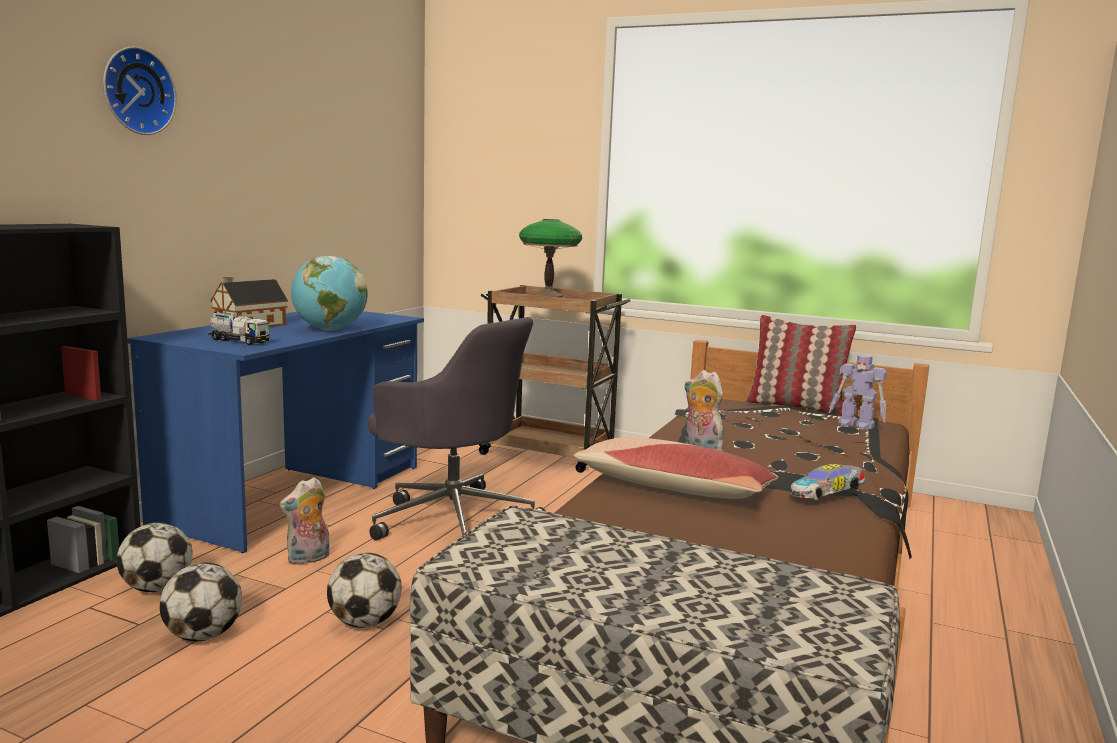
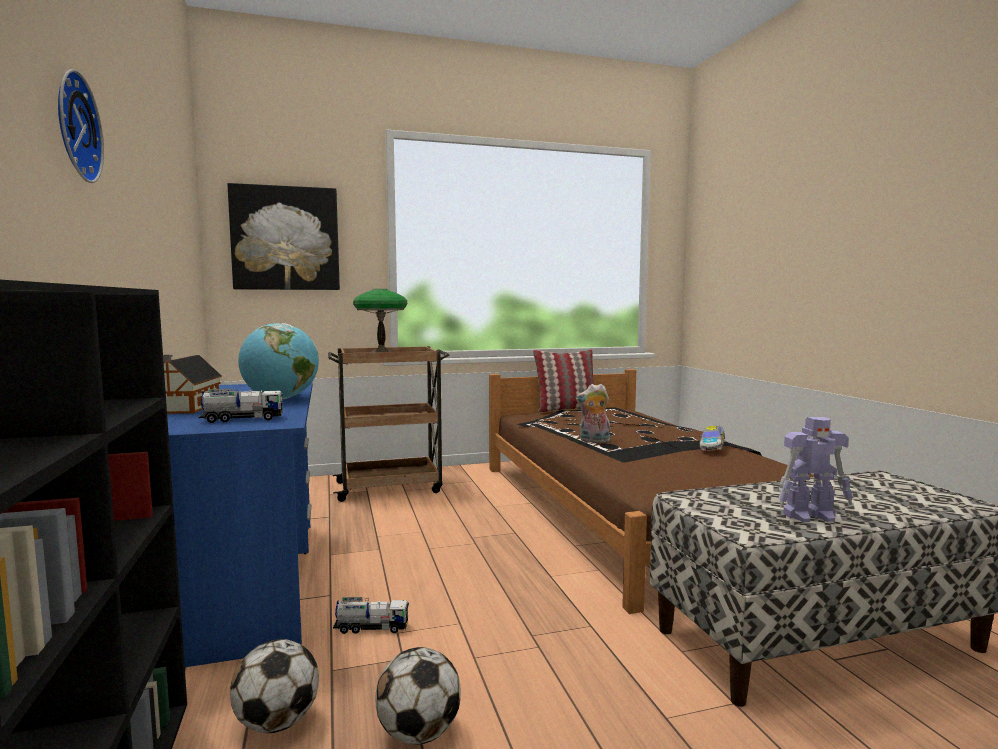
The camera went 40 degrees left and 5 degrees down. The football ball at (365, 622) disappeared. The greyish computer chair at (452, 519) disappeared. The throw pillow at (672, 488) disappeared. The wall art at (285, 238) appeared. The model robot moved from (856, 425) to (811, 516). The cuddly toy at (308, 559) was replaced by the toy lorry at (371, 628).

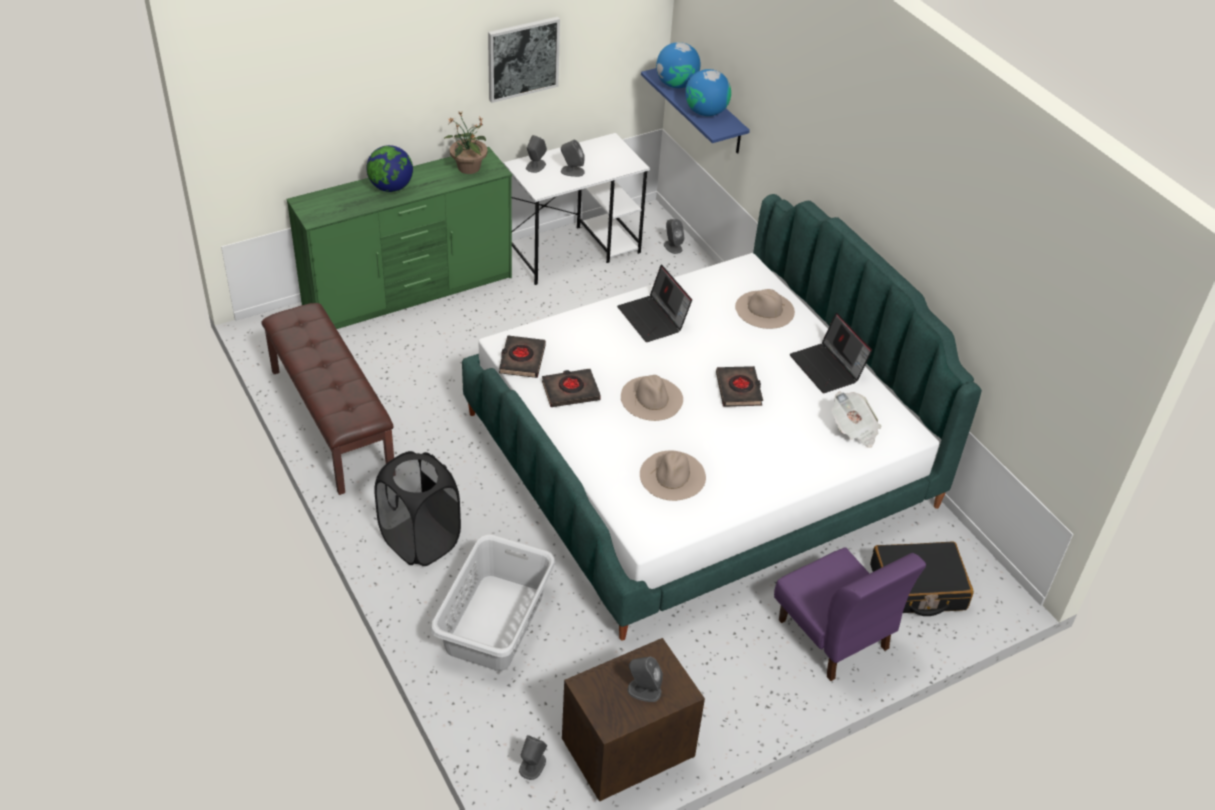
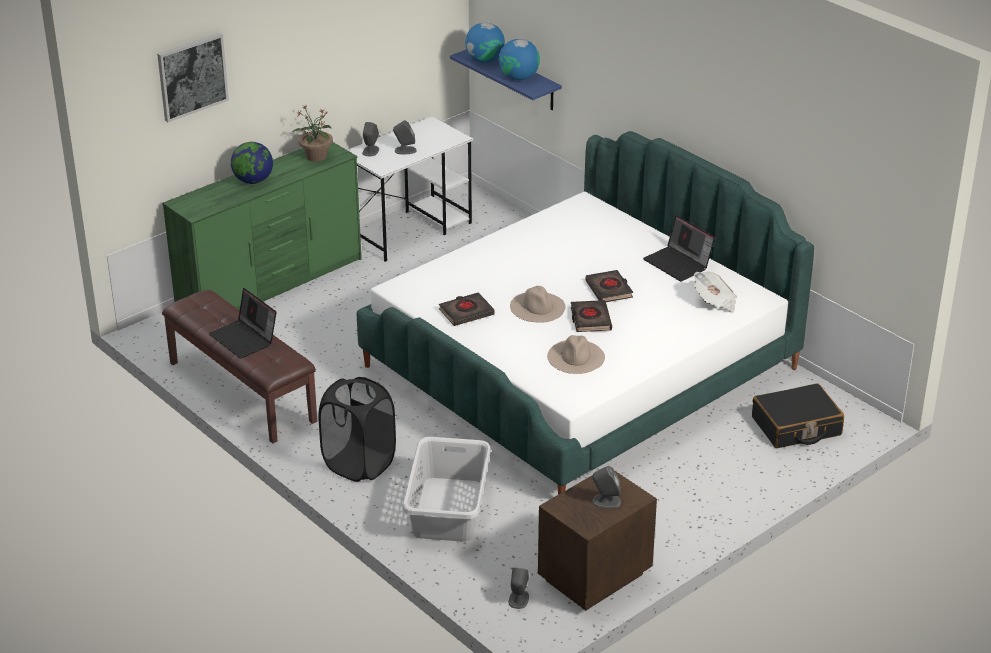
The camera went 10 degrees left and 10 degrees down. The greyish loudspeaker at (672, 246) disappeared. The sand-coloured hat at (764, 309) disappeared. The purplish chair at (833, 635) disappeared. The wall art moved from (522, 58) to (192, 76). The black bound book moved from (521, 360) to (590, 319). The notebook computer moved from (653, 319) to (245, 339).

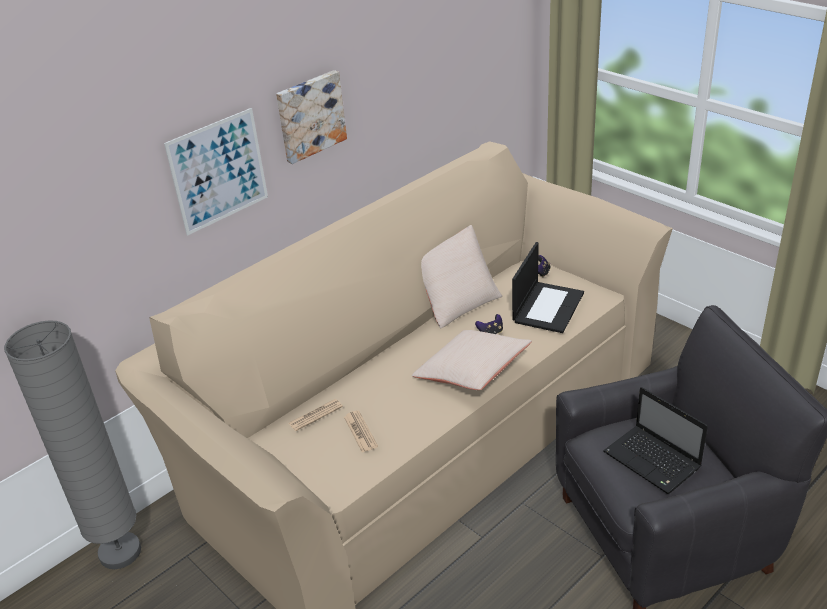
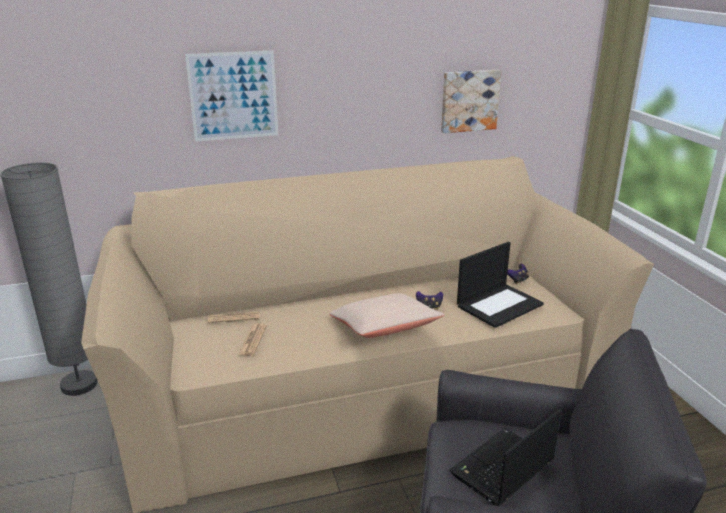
The camera went 25 degrees right and 10 degrees down. The sand-coloured throw pillow at (457, 302) disappeared. The wall art moved from (310, 115) to (469, 100). The notebook computer at (653, 461) turned 60 degrees clockwise.

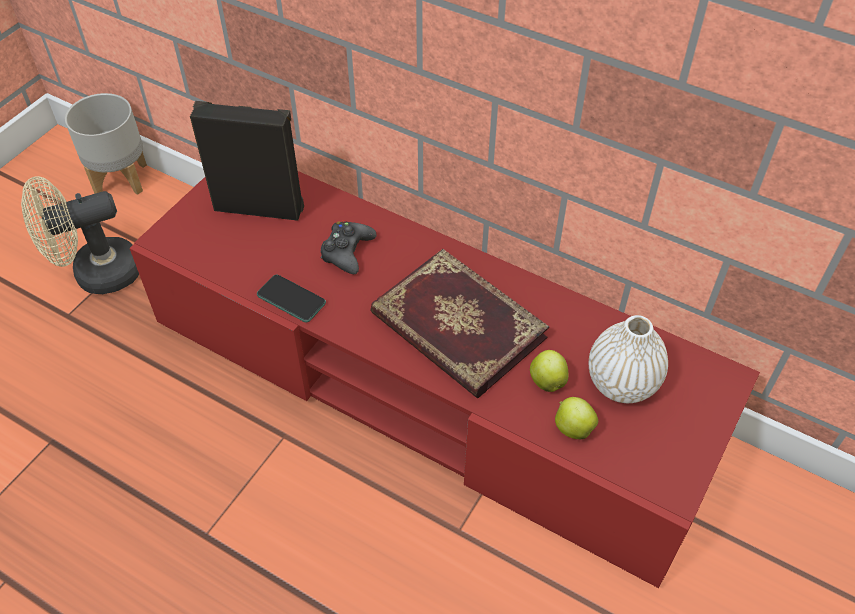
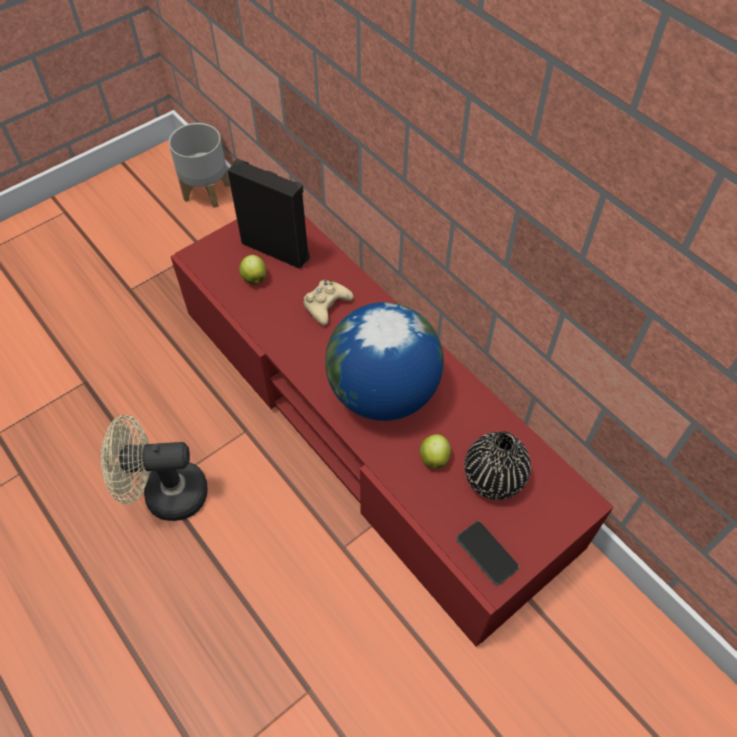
The camera went 20 degrees right and 5 degrees up. The sand-coloured cooling fan moved from (96, 274) to (165, 494). The handset moved from (291, 299) to (487, 553). The whole apple moved from (572, 428) to (254, 278). The bound book at (456, 327) was replaced by the world globe at (382, 392). The black gamepad at (347, 252) became the sand-coloured gamepad at (326, 305). The white flower vase at (622, 383) became the black flower vase at (493, 479).

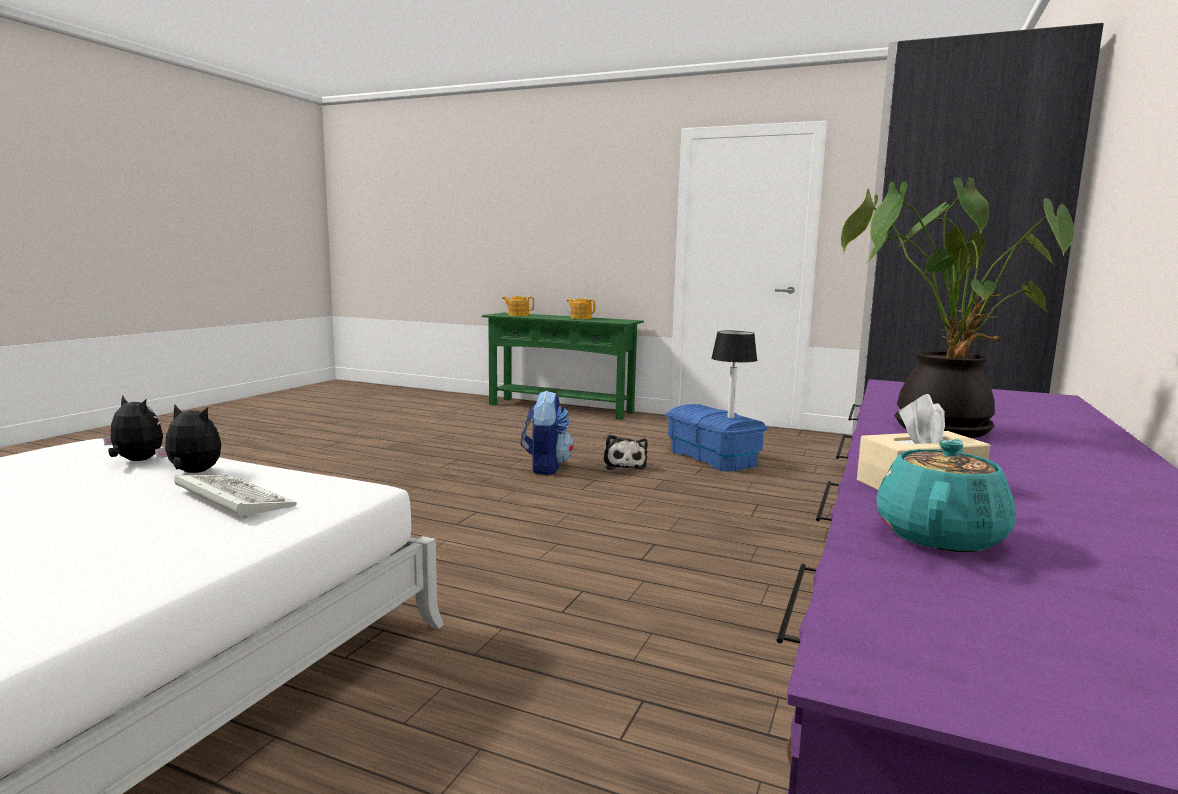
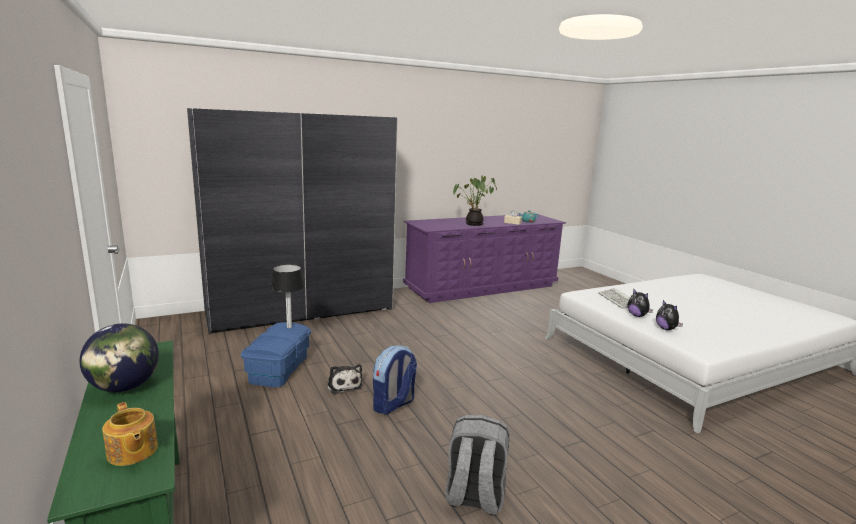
The camera went 140 degrees left and 5 degrees up. The greyish backpack at (474, 497) appeared. The teapot at (580, 318) was replaced by the world globe at (124, 387). The cuddly toy at (624, 465) turned 120 degrees clockwise.

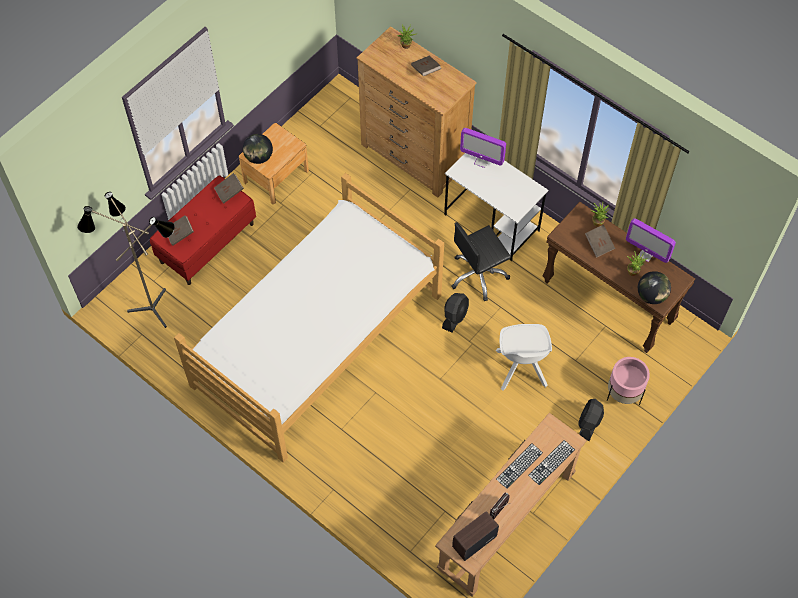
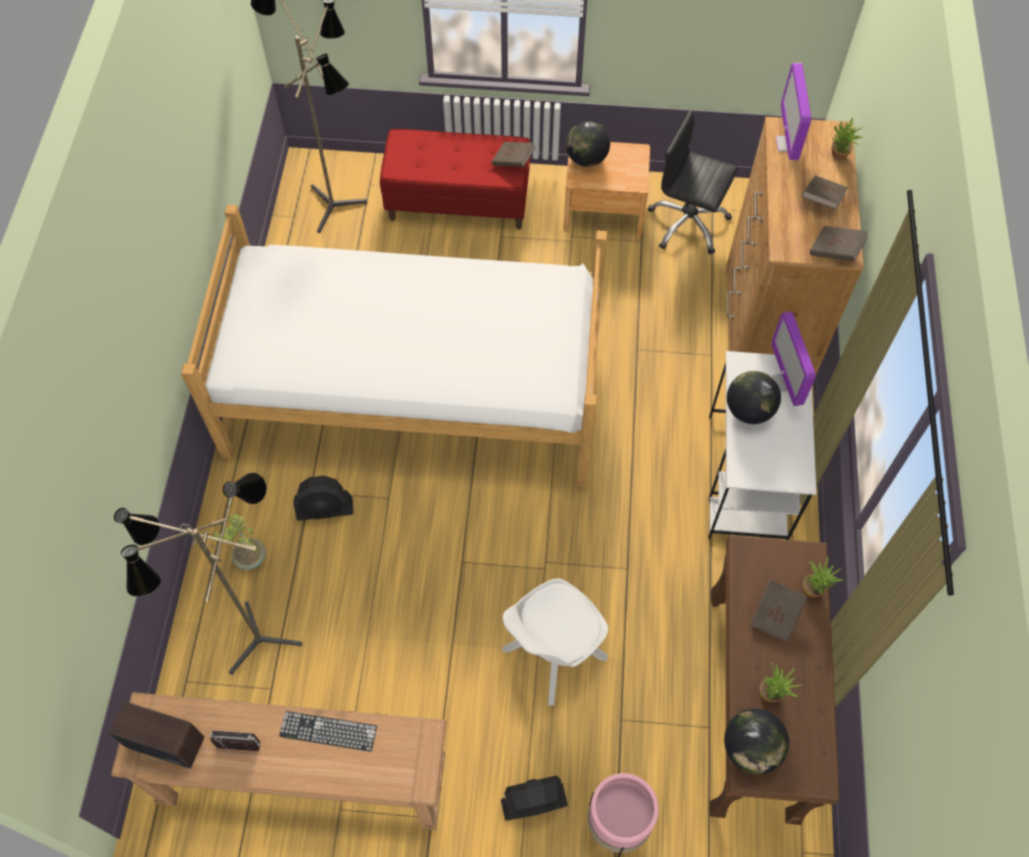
The camera went 55 degrees right and 0 degrees up. The keyboard at (551, 462) disappeared. The floor lamp at (252, 636) appeared. The plant in a pot at (250, 558) appeared. The world globe at (749, 410) appeared. The brown-coloured bound book moved from (180, 234) to (835, 251). The black cooling fan moved from (455, 317) to (325, 509). The black computer chair moved from (478, 275) to (688, 224). The monitor moved from (646, 254) to (788, 144).

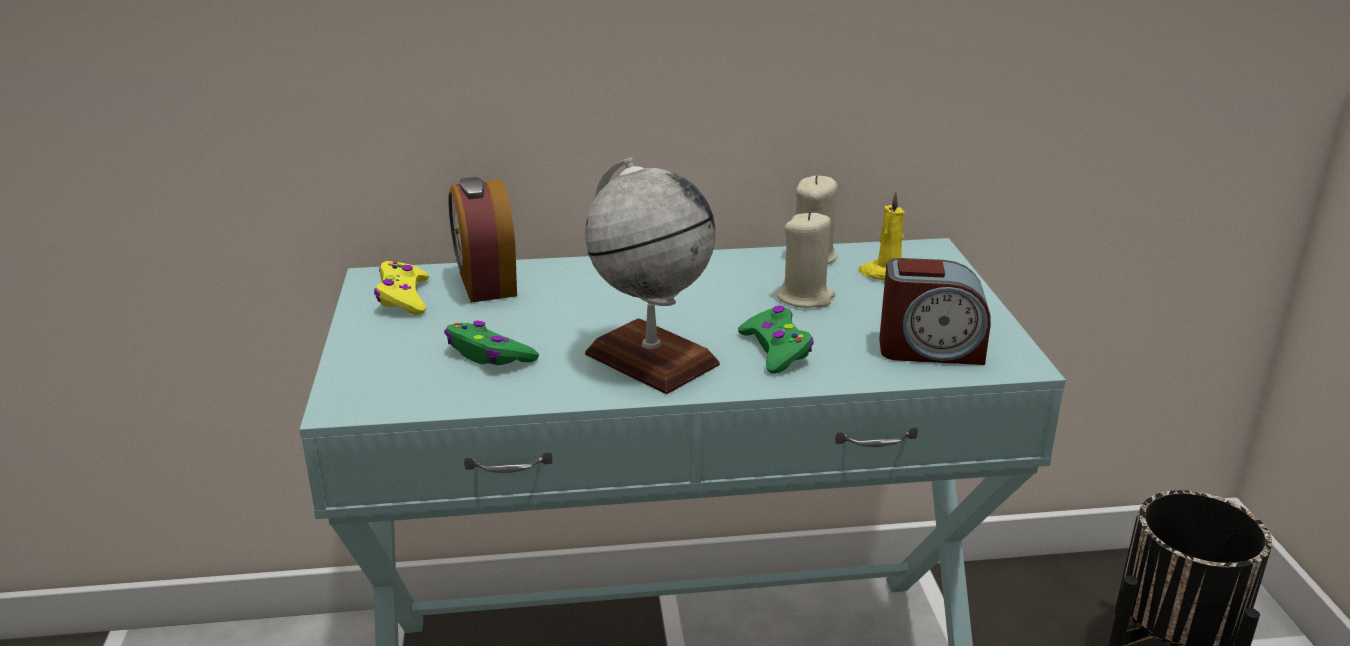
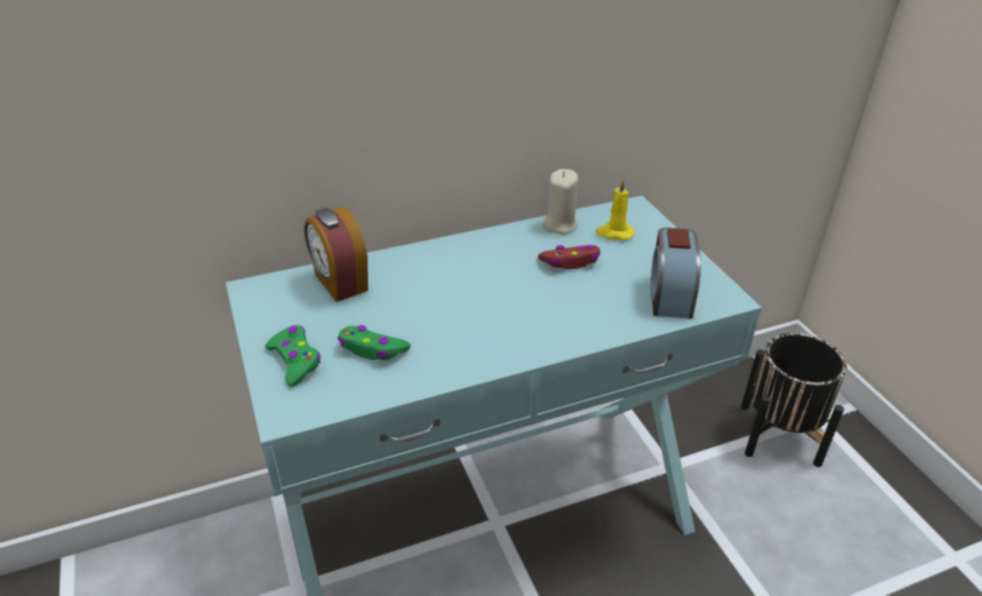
The camera went 15 degrees left and 10 degrees up. The yellow-coloured gamepad at (403, 298) disappeared. The world globe at (651, 359) disappeared. The green gamepad moved from (776, 350) to (295, 361). The sand-coloured wax candle at (805, 297) was replaced by the red-coloured gamepad at (571, 262). The table clock at (930, 349) turned 105 degrees clockwise.

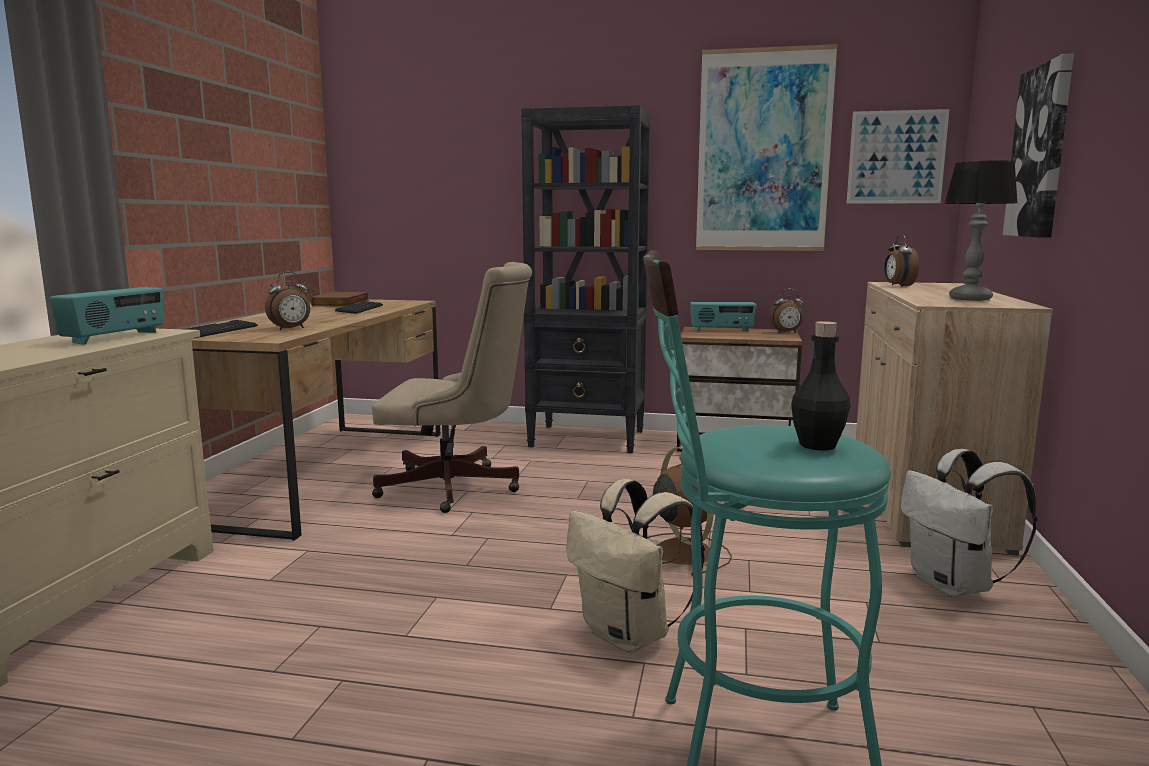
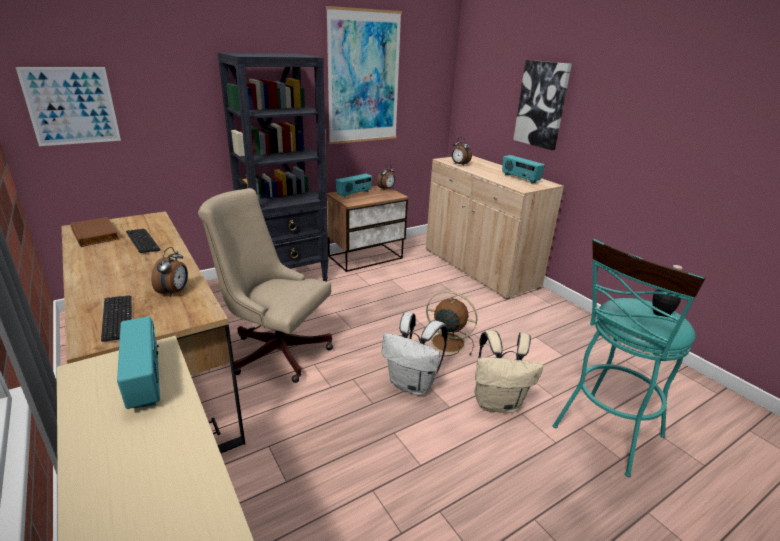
The camera went 45 degrees left and 15 degrees up. The wall art moved from (896, 157) to (72, 106). The white backpack moved from (954, 586) to (413, 384). The table lamp at (971, 299) was replaced by the radio at (520, 178). The sand-coloured computer chair at (457, 488) turned 120 degrees counterclockwise.

